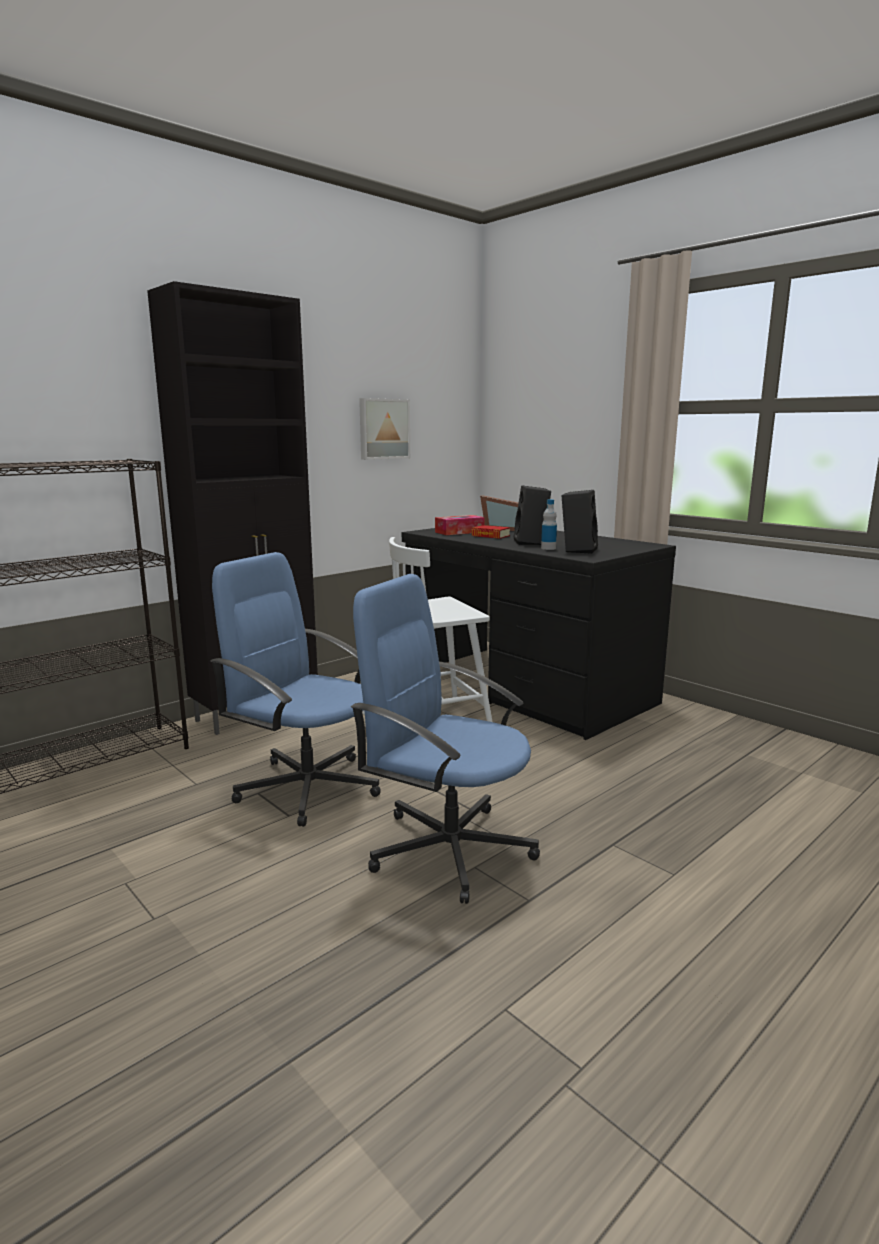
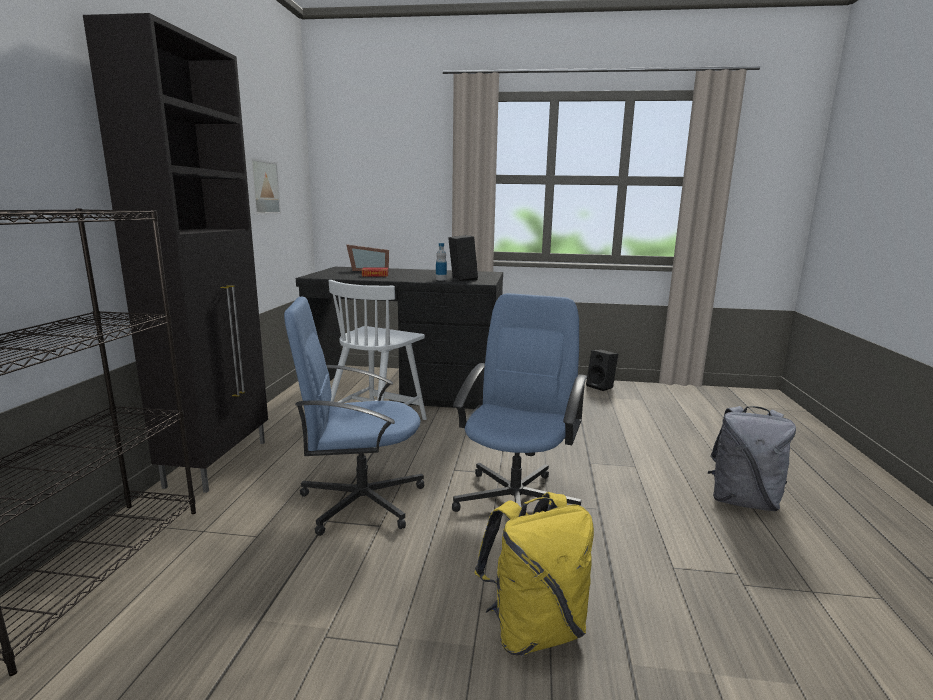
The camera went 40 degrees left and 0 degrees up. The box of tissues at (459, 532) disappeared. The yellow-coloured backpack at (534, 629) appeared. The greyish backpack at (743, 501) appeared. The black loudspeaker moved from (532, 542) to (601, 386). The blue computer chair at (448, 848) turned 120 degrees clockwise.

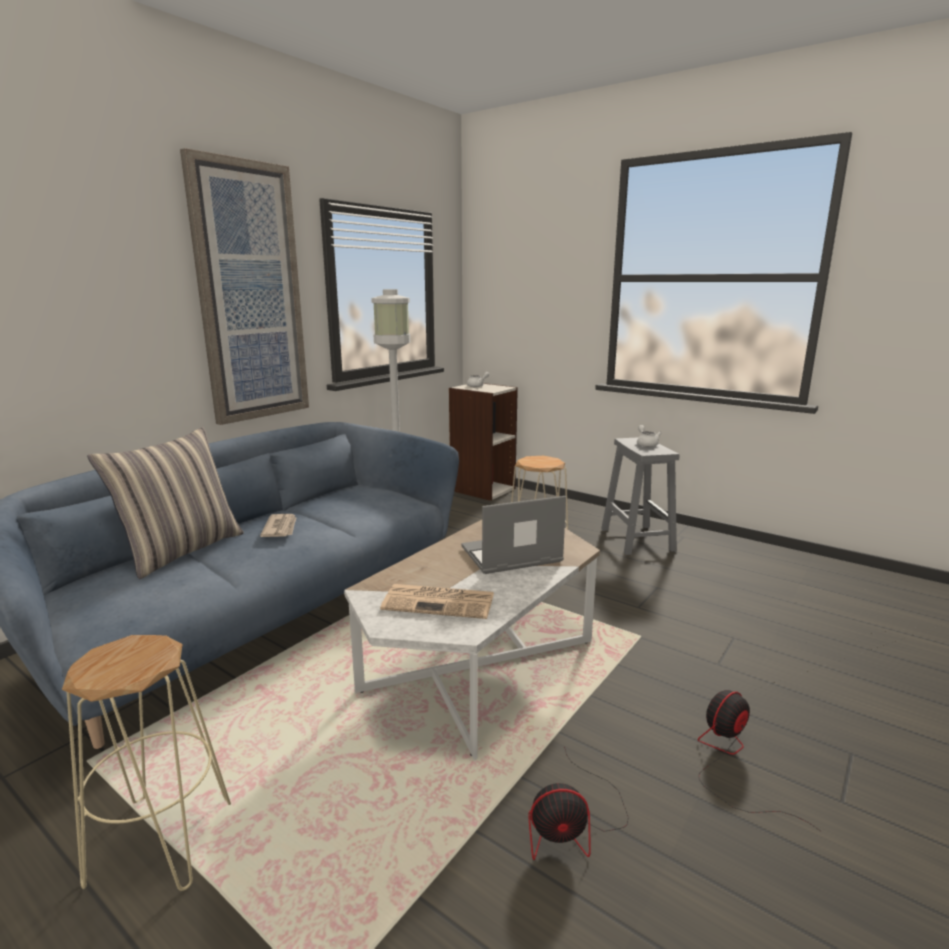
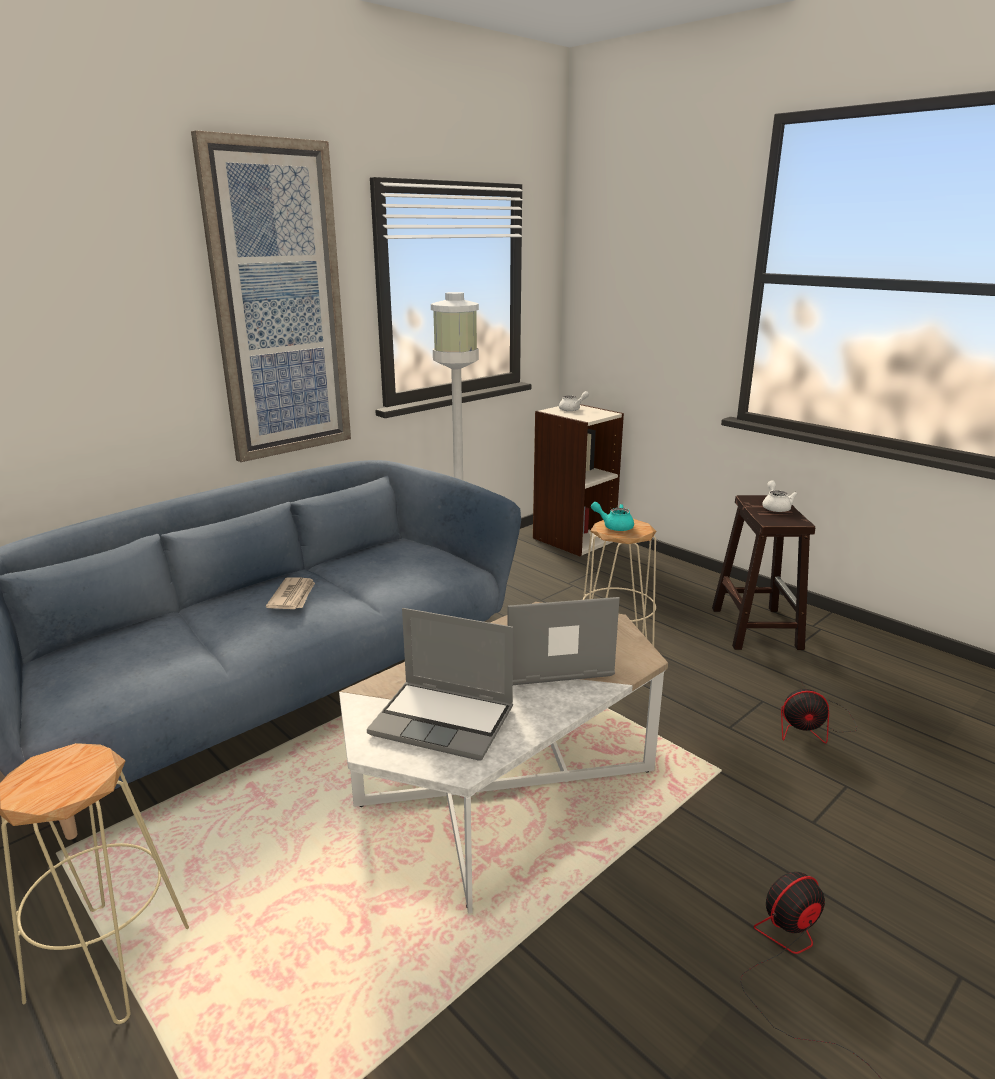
The camera went 10 degrees right and 5 degrees up. The throw pillow at (182, 550) disappeared. The blue-green teapot at (614, 526) appeared. The cooling fan moved from (573, 824) to (812, 726). The newspaper at (440, 602) was replaced by the notebook computer at (445, 721). The greyish stool seat at (636, 539) became the brown-coloured stool seat at (754, 627).

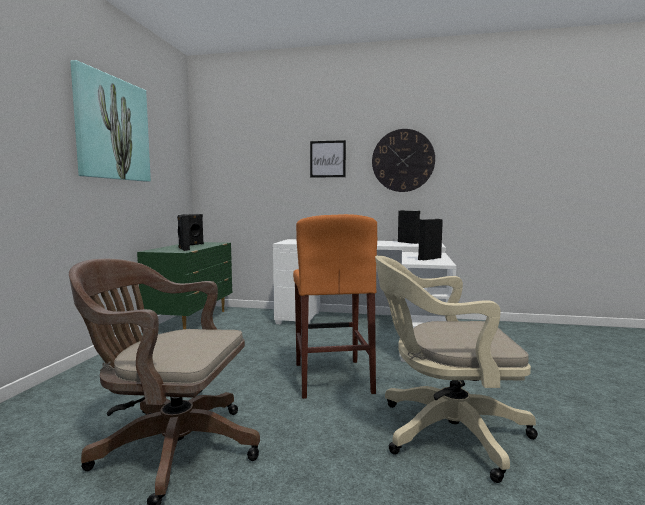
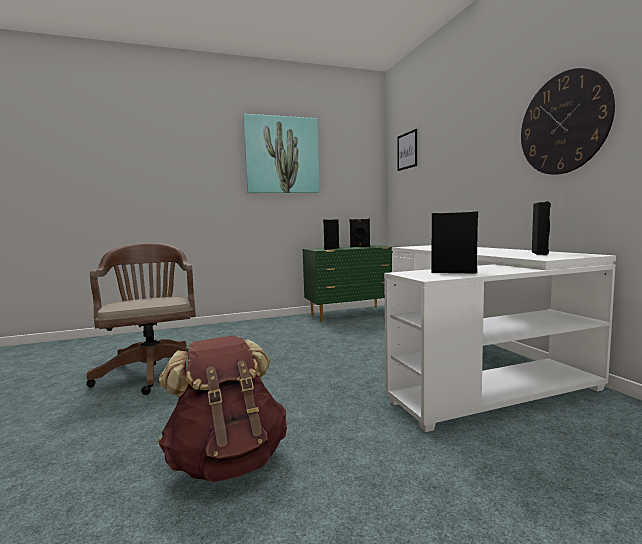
The camera went 60 degrees right and 0 degrees up. The orange stool seat at (332, 377) disappeared. The wall art moved from (327, 159) to (407, 150). The sand-coloured computer chair at (444, 432) was replaced by the brown-coloured backpack at (227, 460).

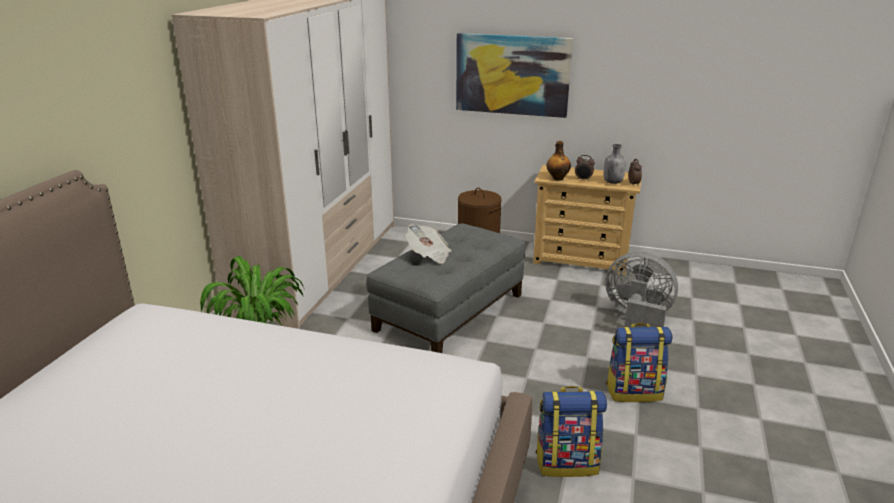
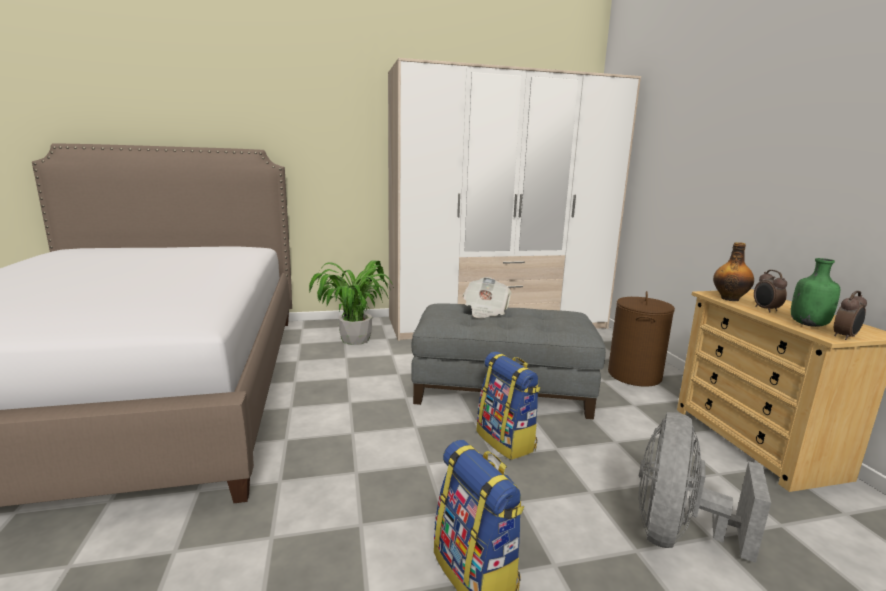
The camera went 60 degrees right and 10 degrees down. The wall art at (512, 75) disappeared. The backpack moved from (567, 463) to (507, 441). The greyish beverage bottle at (612, 182) became the green beverage bottle at (809, 324). The greyish cooling fan at (637, 320) turned 150 degrees counterclockwise.

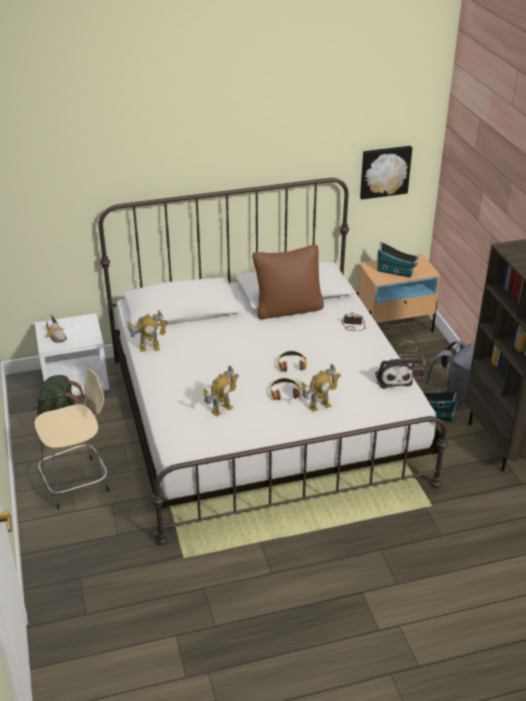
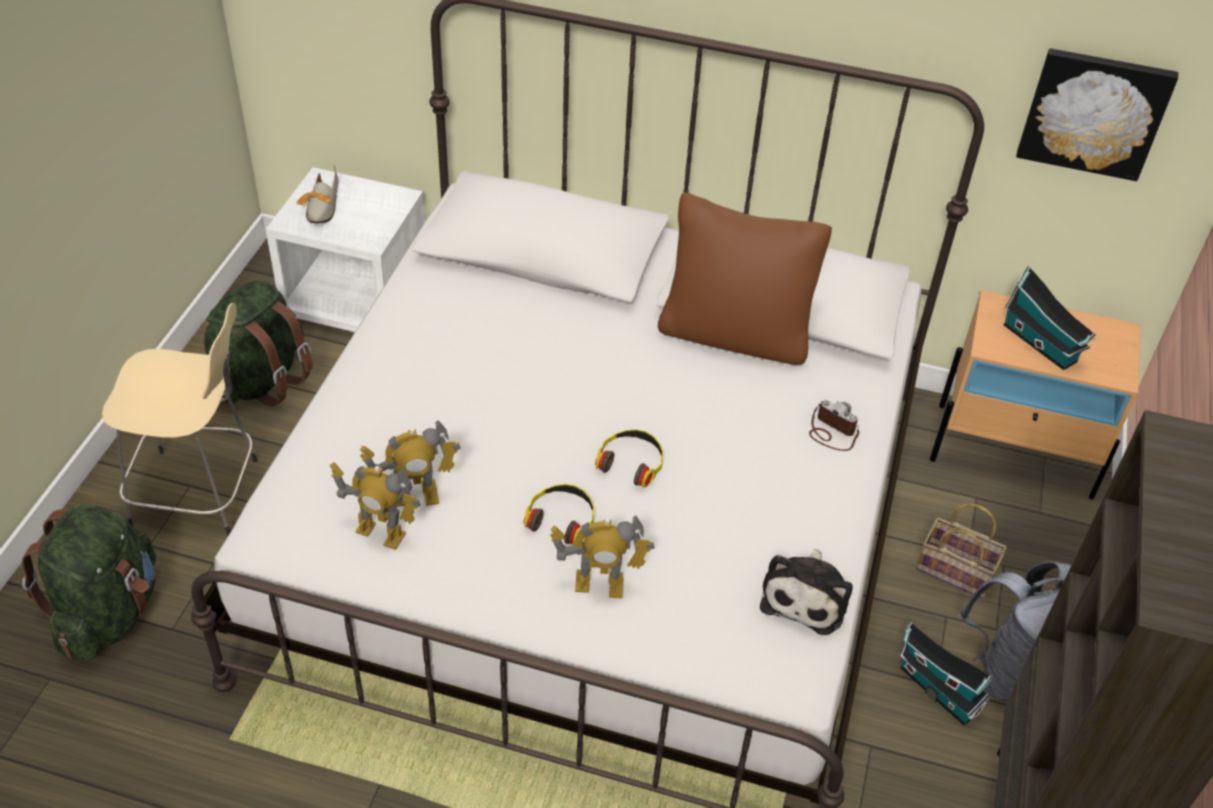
The camera went 30 degrees right and 10 degrees up. The green backpack at (109, 613) appeared. The model robot moved from (149, 348) to (380, 533).

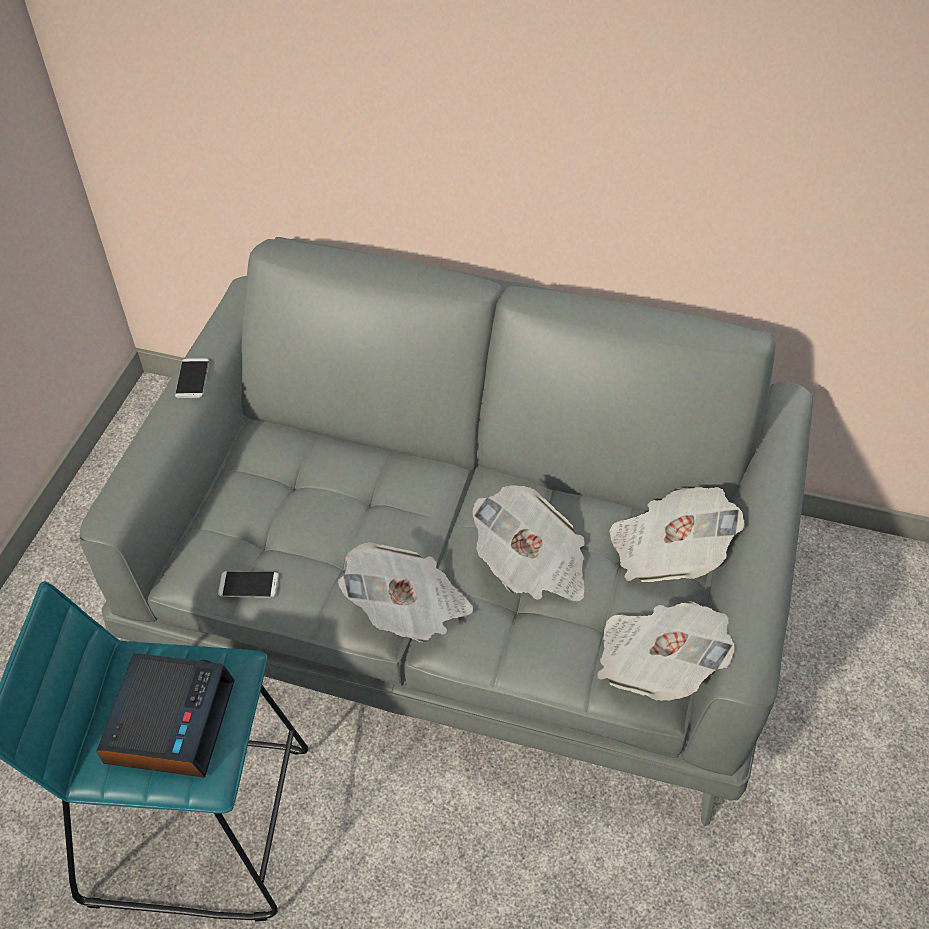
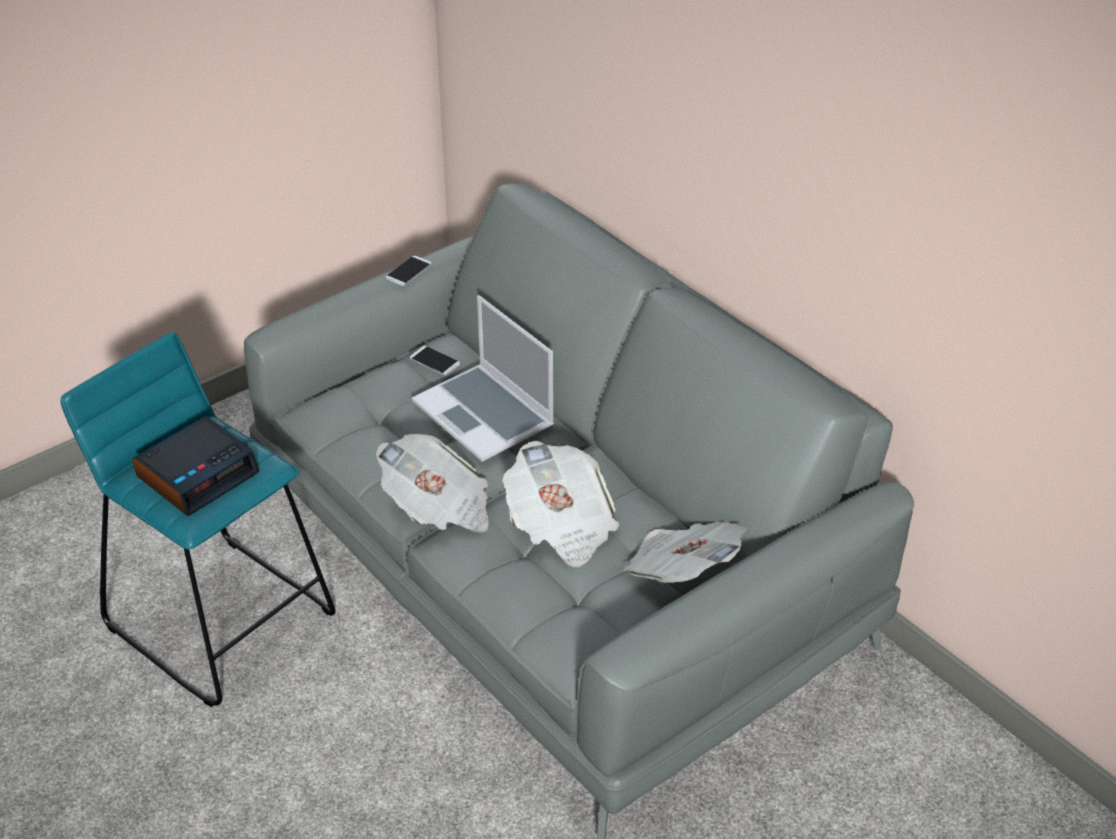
The camera went 35 degrees right and 10 degrees down. The newspaper at (655, 663) disappeared. The notebook computer at (486, 415) appeared. The handset moved from (248, 585) to (435, 361).

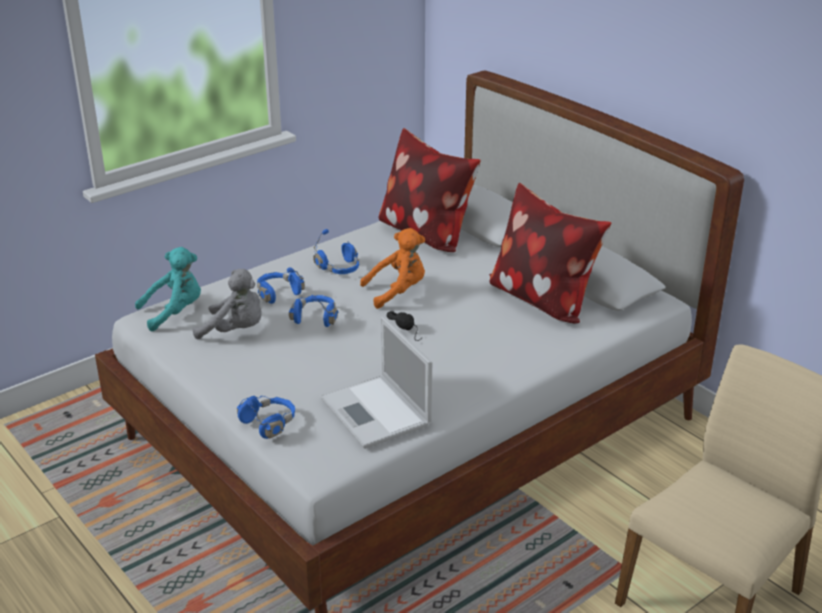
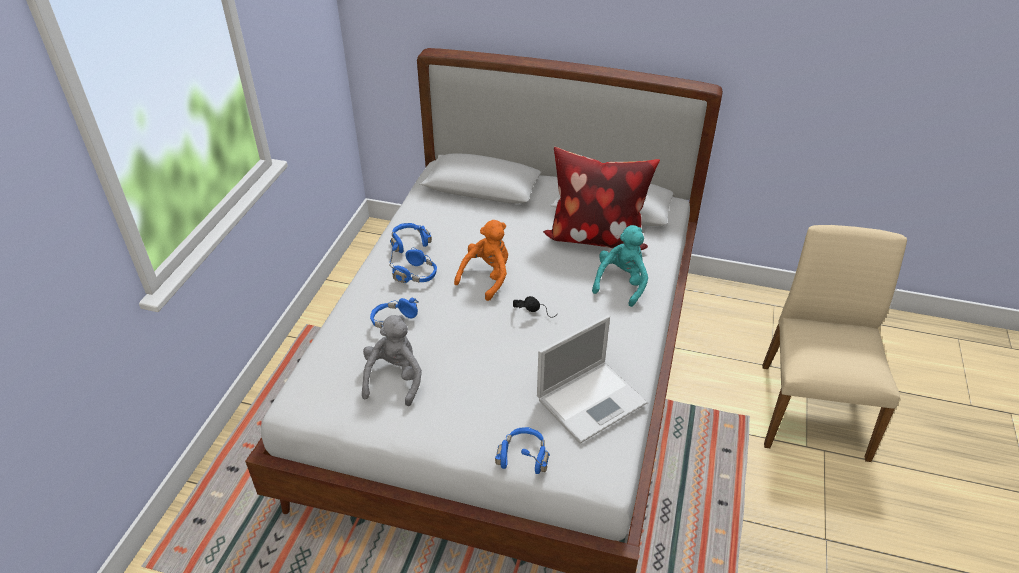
The camera went 35 degrees left and 10 degrees up. The throw pillow at (426, 233) disappeared. The blue-green cuddly toy moved from (175, 312) to (621, 283). The blue headset moved from (316, 318) to (409, 243). The greyish cuddly toy at (235, 331) turned 60 degrees counterclockwise. The notebook computer at (377, 412) turned 60 degrees counterclockwise.

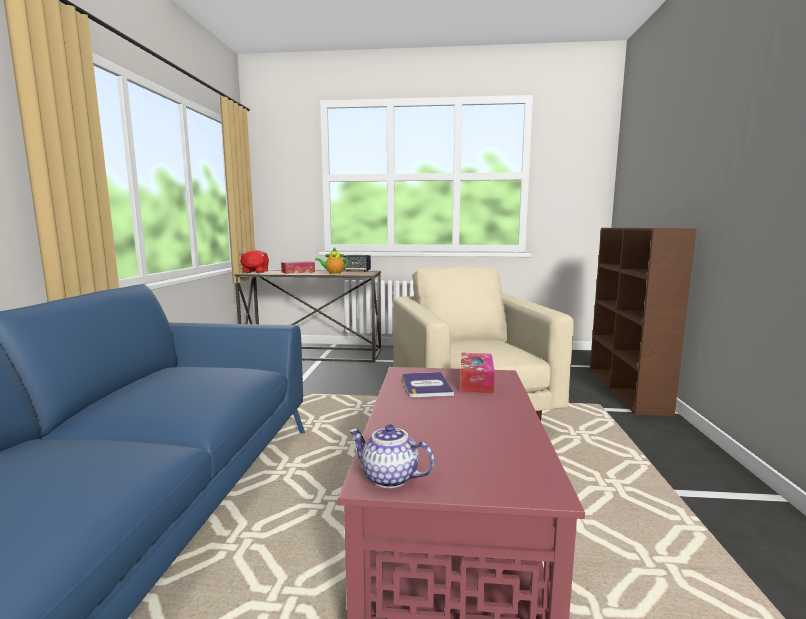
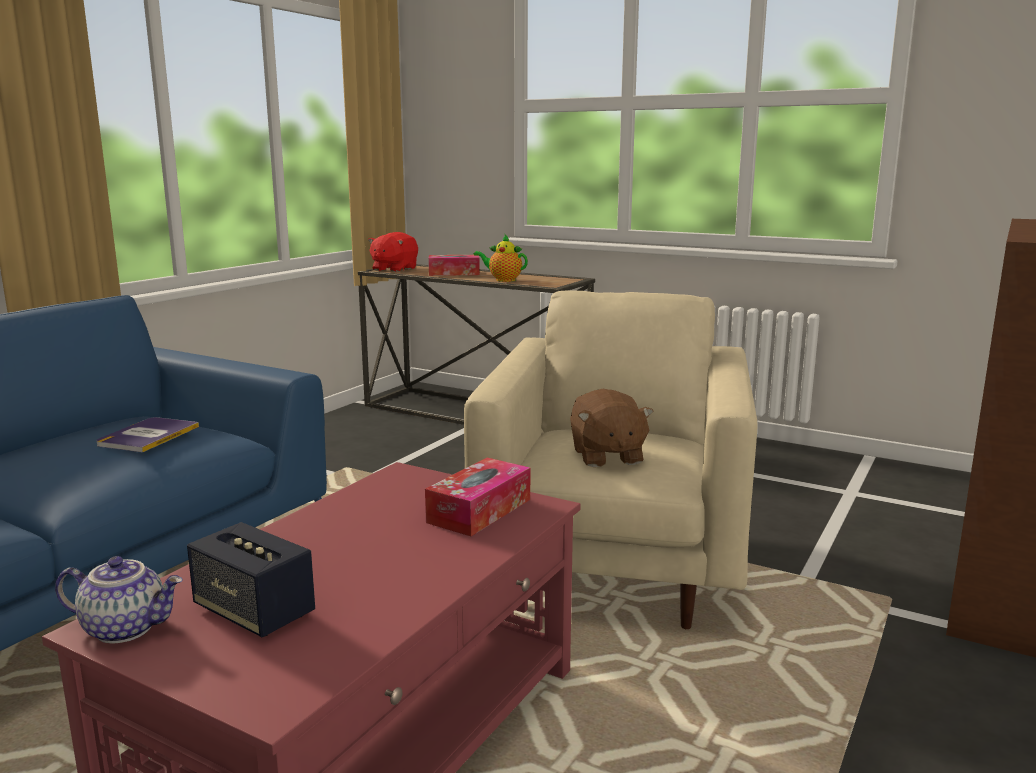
The camera went 25 degrees right and 5 degrees up. The brown-coloured cuddly toy at (606, 456) appeared. The loudspeaker moved from (357, 271) to (254, 612). The bound book moved from (426, 385) to (148, 436). The teapot at (388, 478) turned 135 degrees clockwise.

